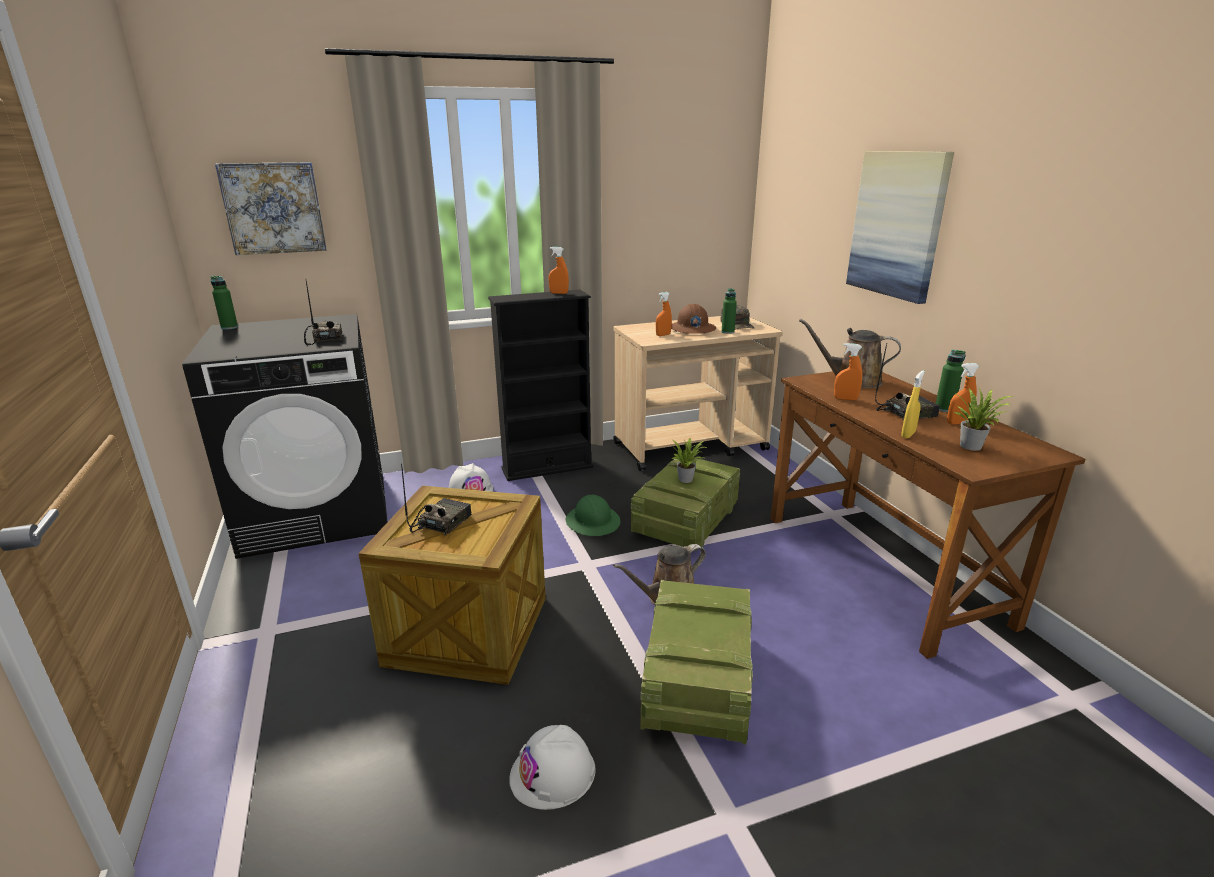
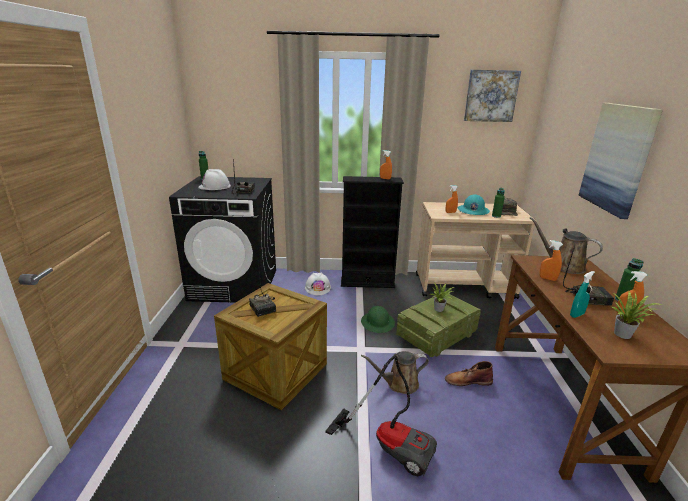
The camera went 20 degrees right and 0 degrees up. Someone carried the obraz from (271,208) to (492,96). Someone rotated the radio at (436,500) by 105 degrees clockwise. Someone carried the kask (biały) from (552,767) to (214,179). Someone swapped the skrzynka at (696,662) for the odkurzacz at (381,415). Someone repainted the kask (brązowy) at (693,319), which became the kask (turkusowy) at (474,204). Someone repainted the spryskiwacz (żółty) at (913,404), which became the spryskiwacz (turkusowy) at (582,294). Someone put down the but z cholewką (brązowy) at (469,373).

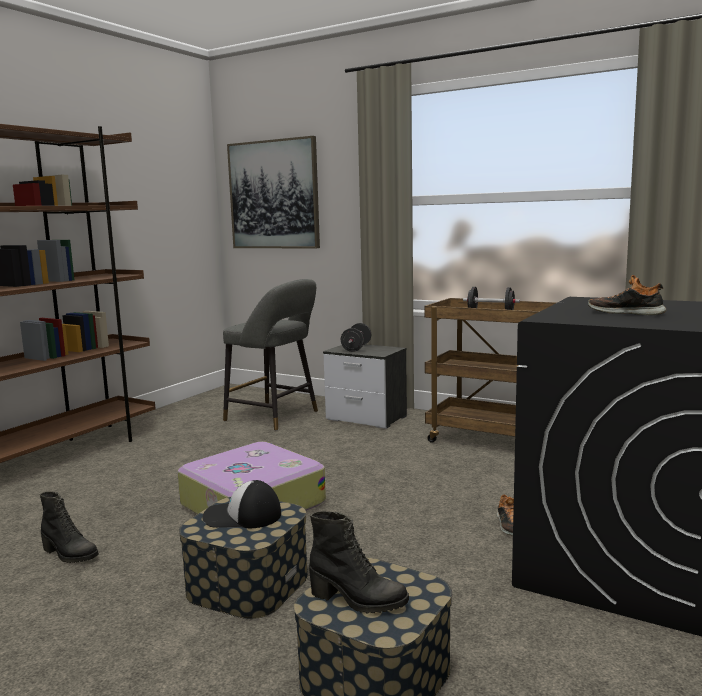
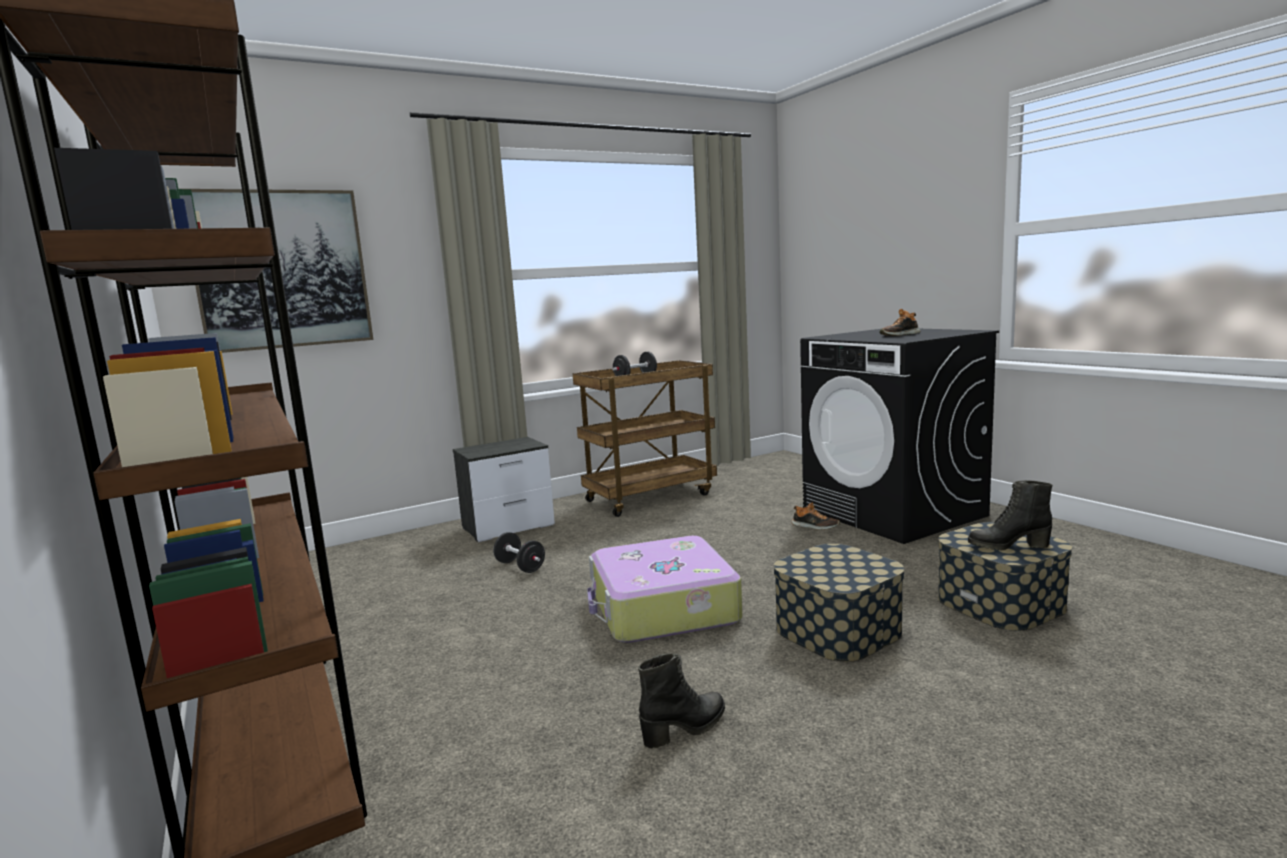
The camera went 60 degrees left and 0 degrees up. Someone took away the czapka z daszkiem at (241,504). Someone took away the stołek (szary) at (270,355). Someone rotated the but z cholewką (czarny) at (359,562) by 135 degrees counterclockwise. Someone carried the hantel (czarny) from (356,337) to (519,552).

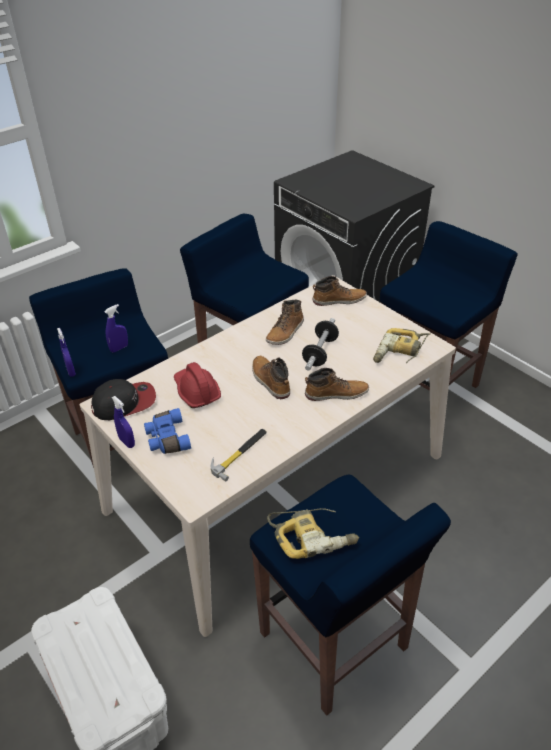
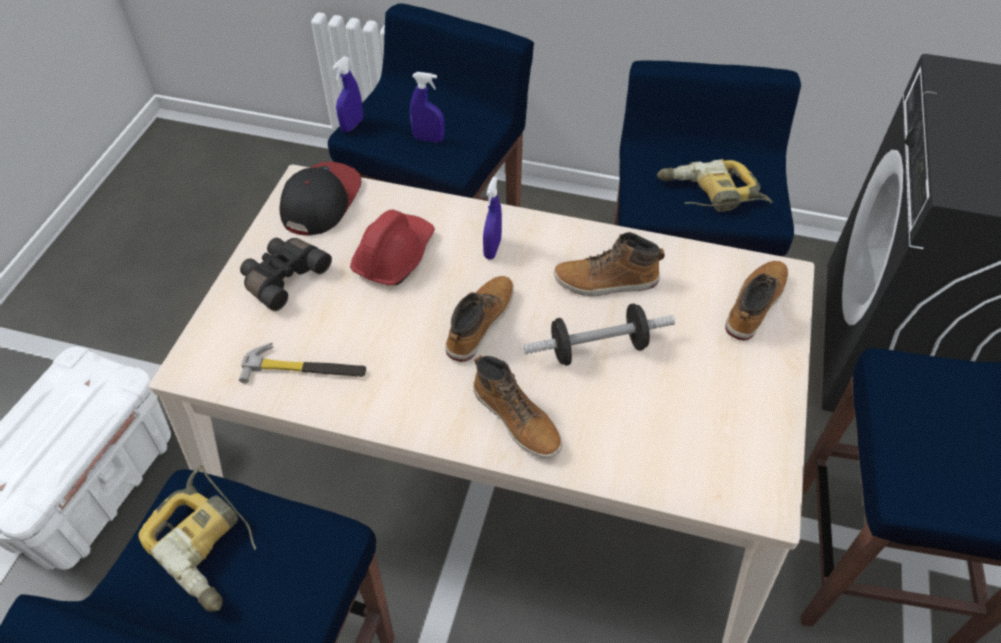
The camera went 55 degrees right and 10 degrees up. Someone rotated the czapka z daszkiem at (123,399) by 105 degrees counterclockwise. Someone carried the spryskiwacz (niebieski) from (123,422) to (492,218). Someone repainted the lornetka (niebieski) at (167,431), which became the lornetka (czarny) at (286,274). Someone rotated the but z cholewką at (340,291) by 105 degrees counterclockwise. Someone carried the wiertarka from (402,345) to (715,185).

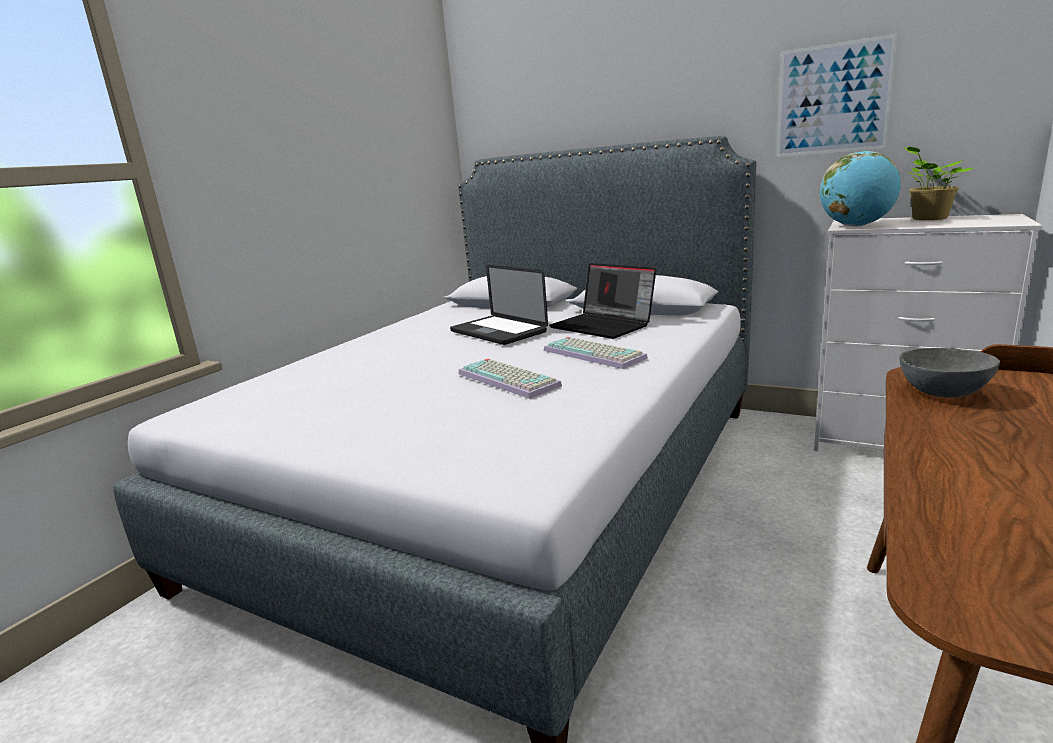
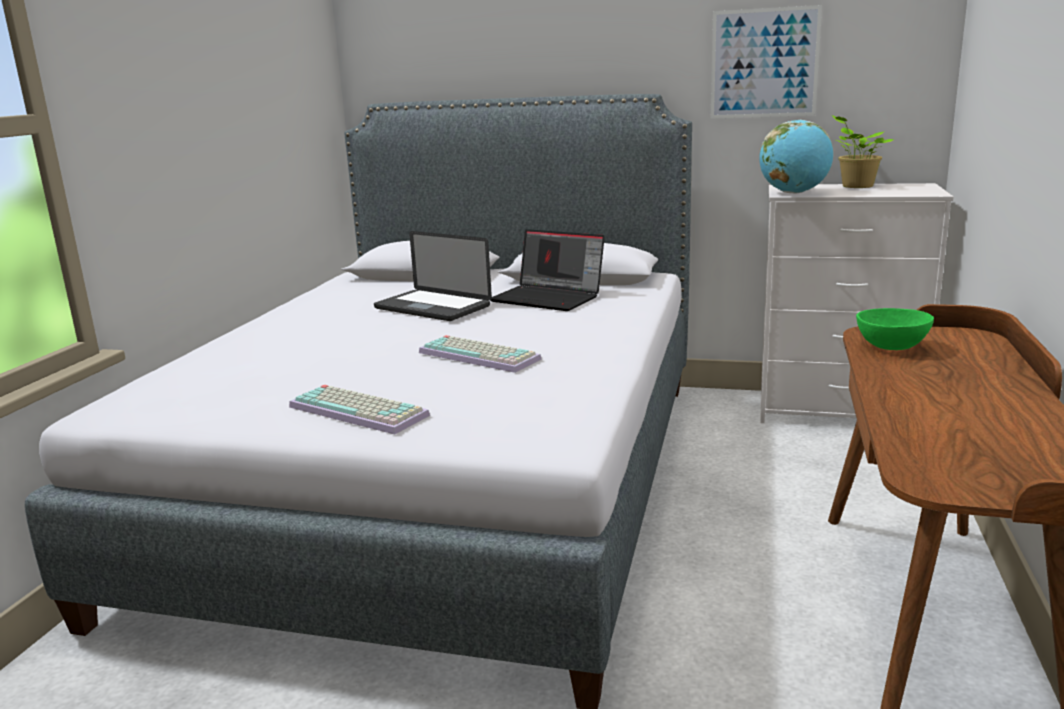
The camera went 15 degrees left and 0 degrees up. Someone carried the klawiatura from (596,353) to (359,409). Someone repainted the miska (szary) at (949,373), which became the miska (zielony) at (895,329).

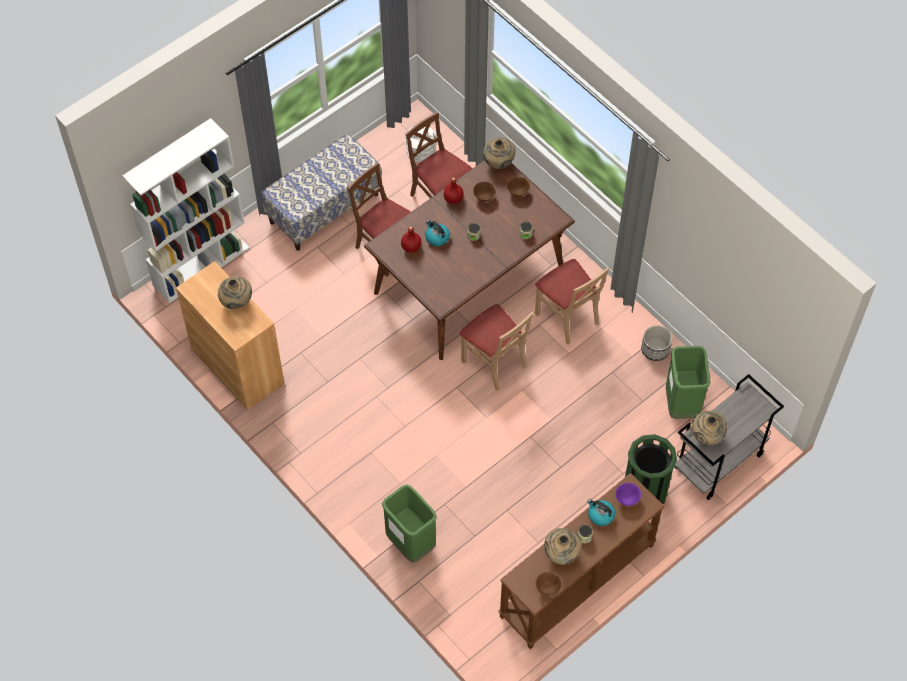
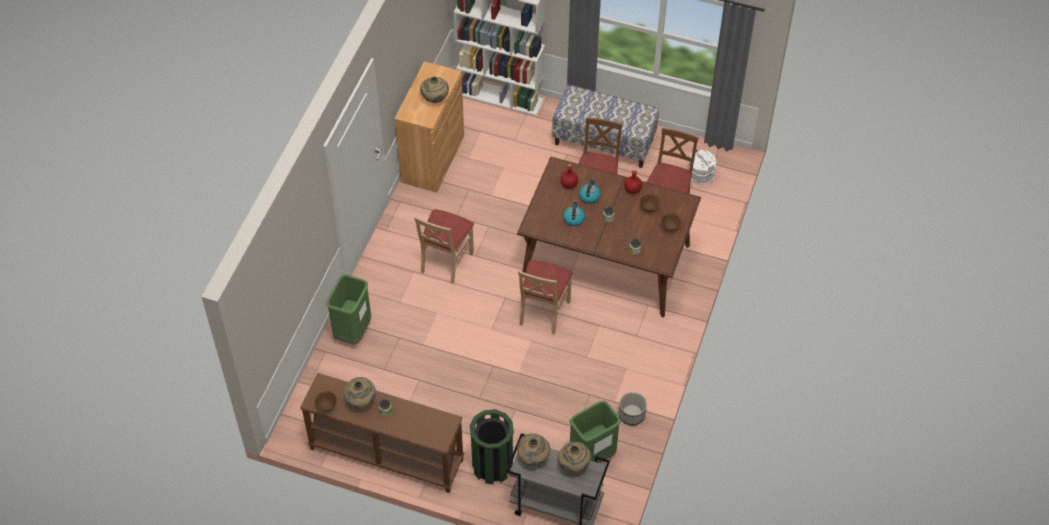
The camera went 60 degrees right and 5 degrees down. Someone carried the wazon (beżowy) from (499,153) to (574,457). Someone carried the krzesło (beżowy) from (572,301) to (444,246). Someone carried the czajnik from (601,512) to (574,213). Someone took away the miska (fioletowy) at (628,494).

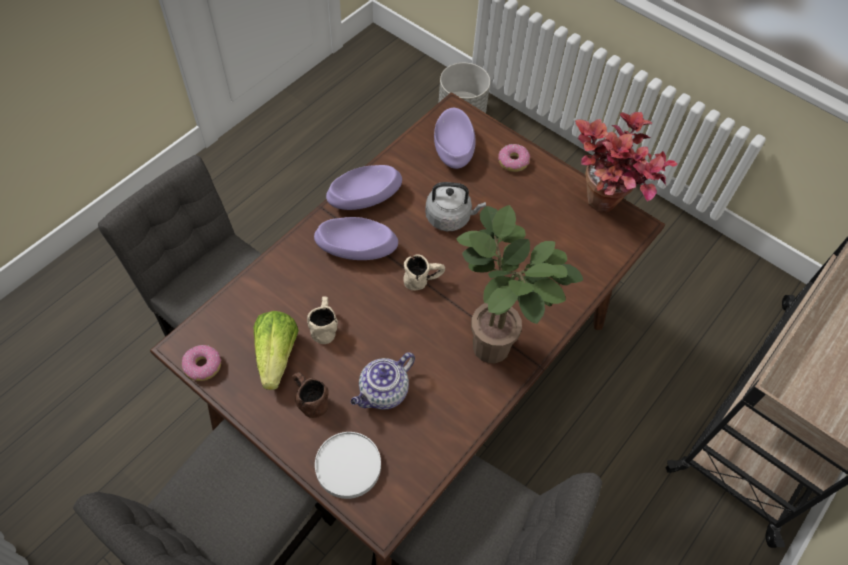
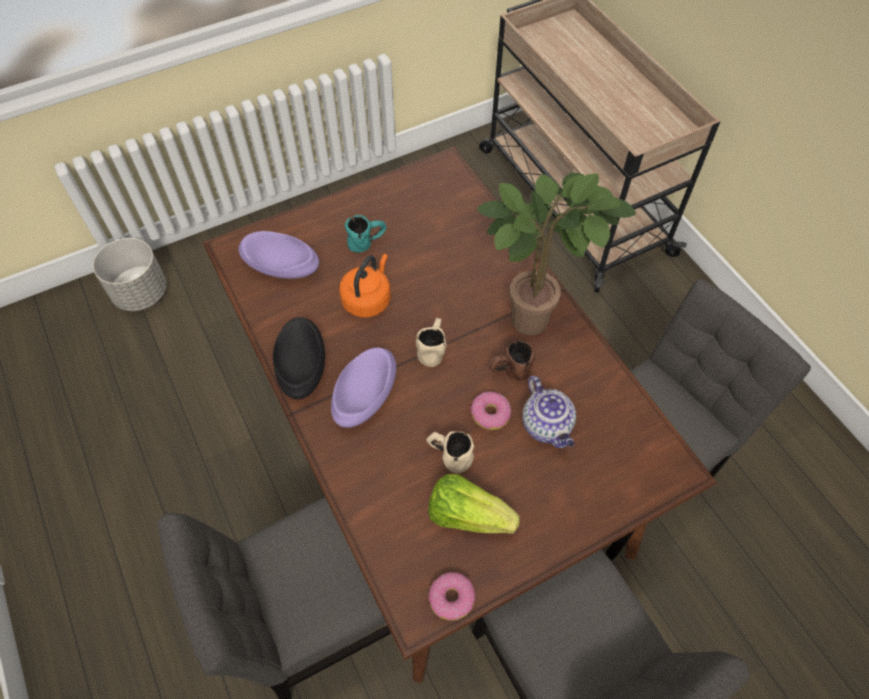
The camera went 65 degrees left and 0 degrees up. Someone carried the kubek (brązowy) from (310,395) to (512,361). Someone took away the talerz (biały) at (348,465). Someone repainted the miska (fioletowy) at (364,187), which became the miska (czarny) at (299,358). Someone repainted the czajnik (szary) at (455,206), which became the czajnik (pomarańczowy) at (365,286). Someone carried the donut from (514,158) to (491,411). Someone took away the roślina doniczkowa at (626,162). Someone put down the kubek (turkusowy) at (366,233).

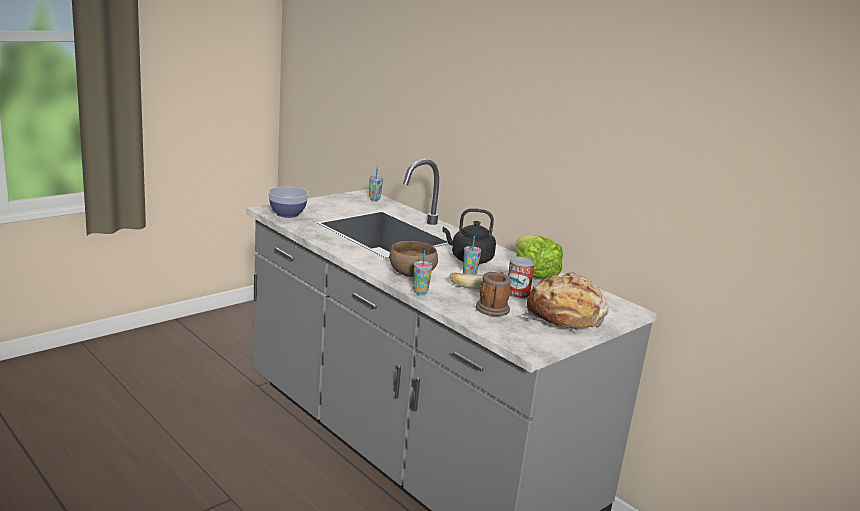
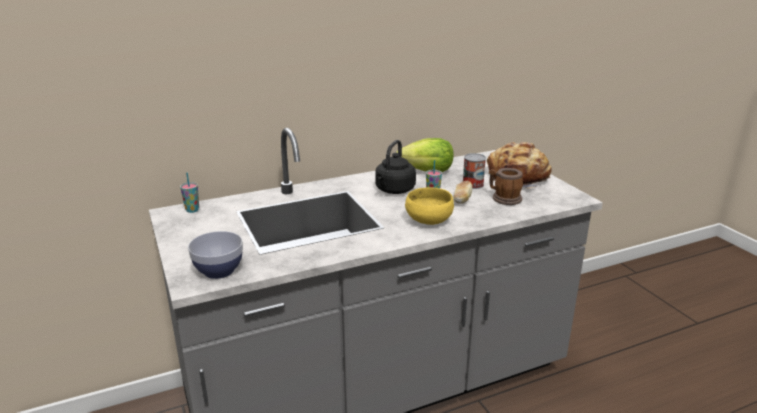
The camera went 70 degrees left and 5 degrees up. Someone repainted the miska (brązowy) at (413,259), which became the miska (żółty) at (429,206). Someone took away the filiżanka at (422,272).

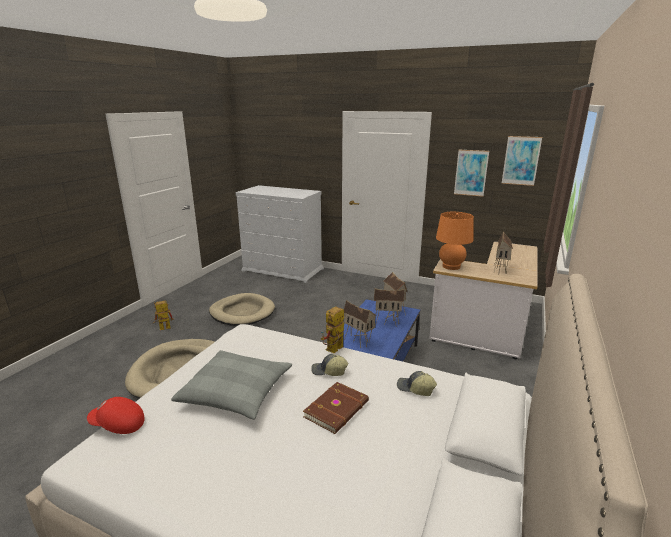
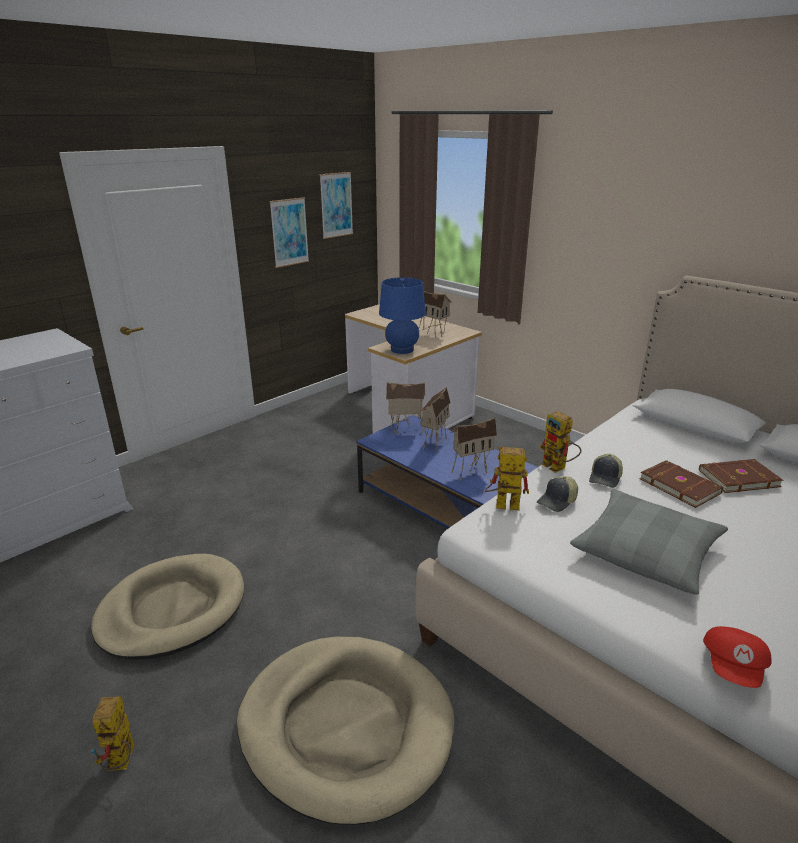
The camera went 70 degrees left and 5 degrees up. Someone carried the czapka z daszkiem from (417,383) to (557,494). Someone repainted the lampa stołowa (pomarańczowy) at (455,241), which became the lampa stołowa (niebieski) at (402,315). Someone put down the robot zabawkowy at (507,478). Someone put down the książka (brązowy) at (741,476).

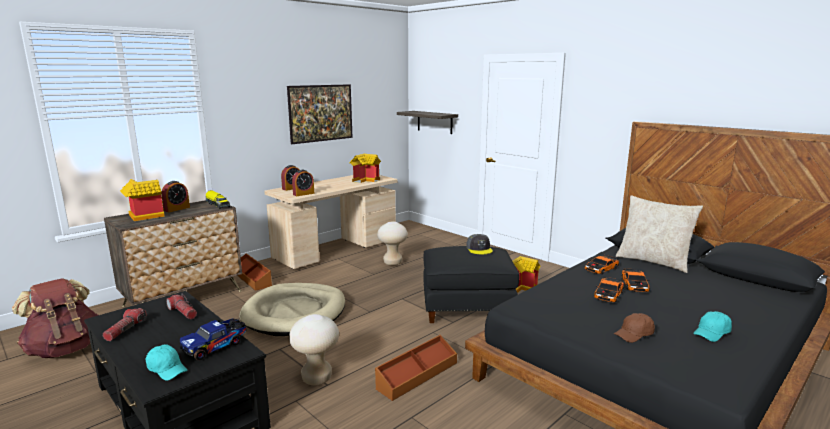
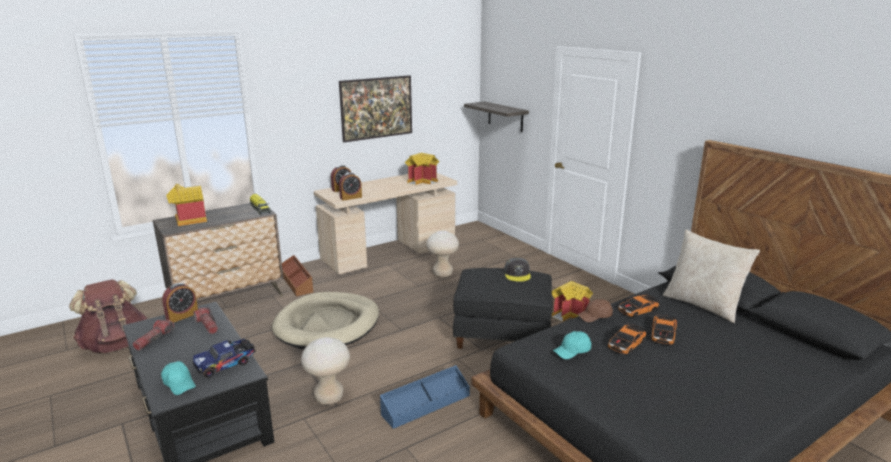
The camera went 10 degrees right and 5 degrees up. Someone carried the budzik from (175,196) to (180,303). Someone repainted the pojemnik do przechowywania (brązowy) at (416,368), which became the pojemnik do przechowywania (niebieski) at (425,397). Someone carried the czapka z daszkiem (brązowy) from (634,328) to (595,310). Someone carried the czapka z daszkiem (turkusowy) from (712,326) to (572,345).

